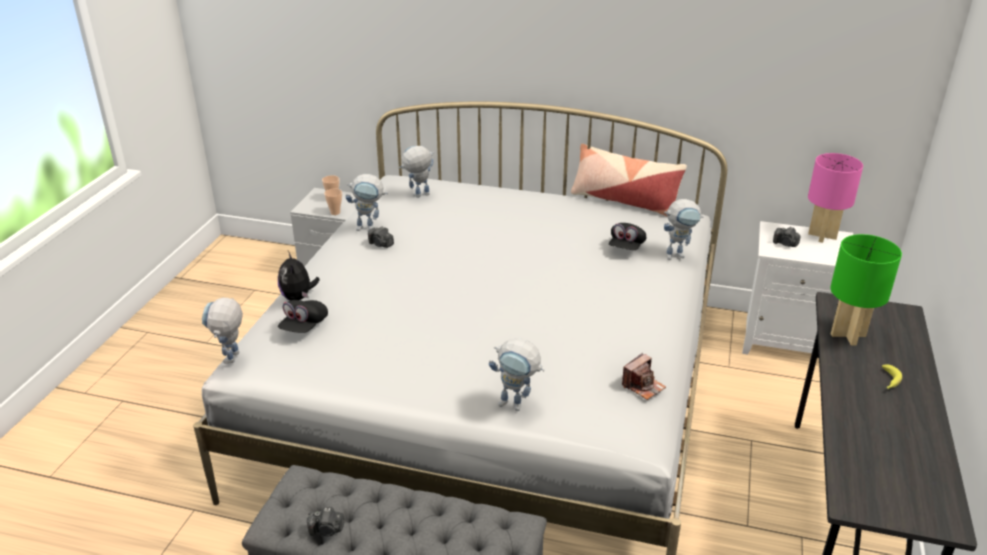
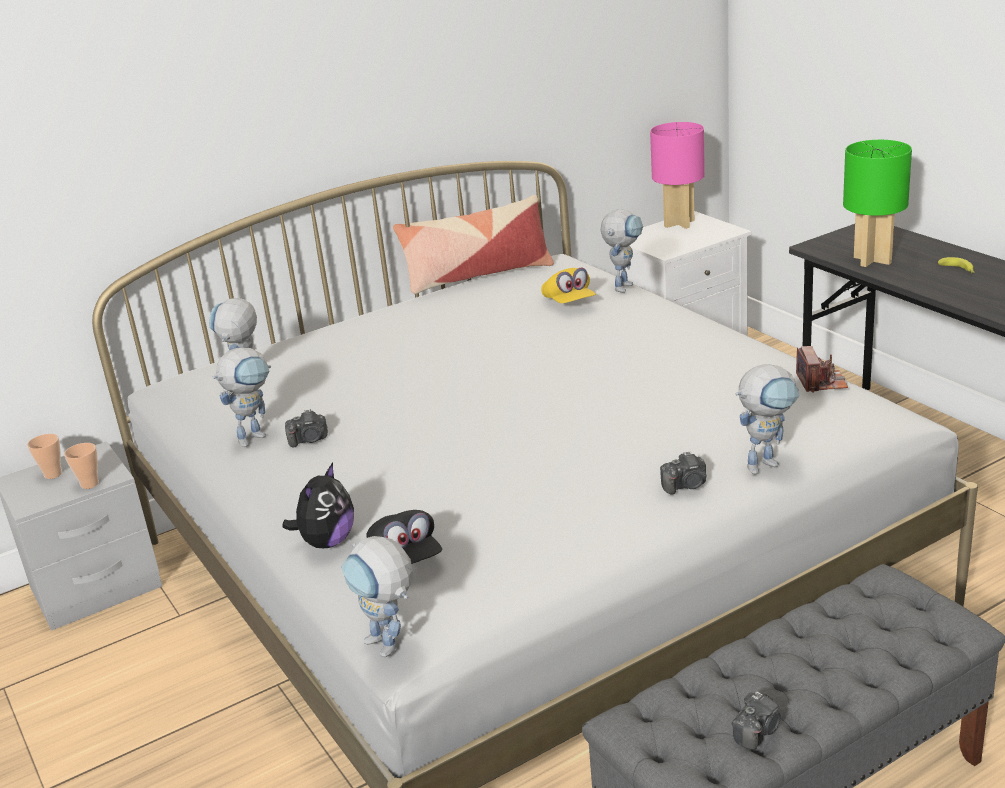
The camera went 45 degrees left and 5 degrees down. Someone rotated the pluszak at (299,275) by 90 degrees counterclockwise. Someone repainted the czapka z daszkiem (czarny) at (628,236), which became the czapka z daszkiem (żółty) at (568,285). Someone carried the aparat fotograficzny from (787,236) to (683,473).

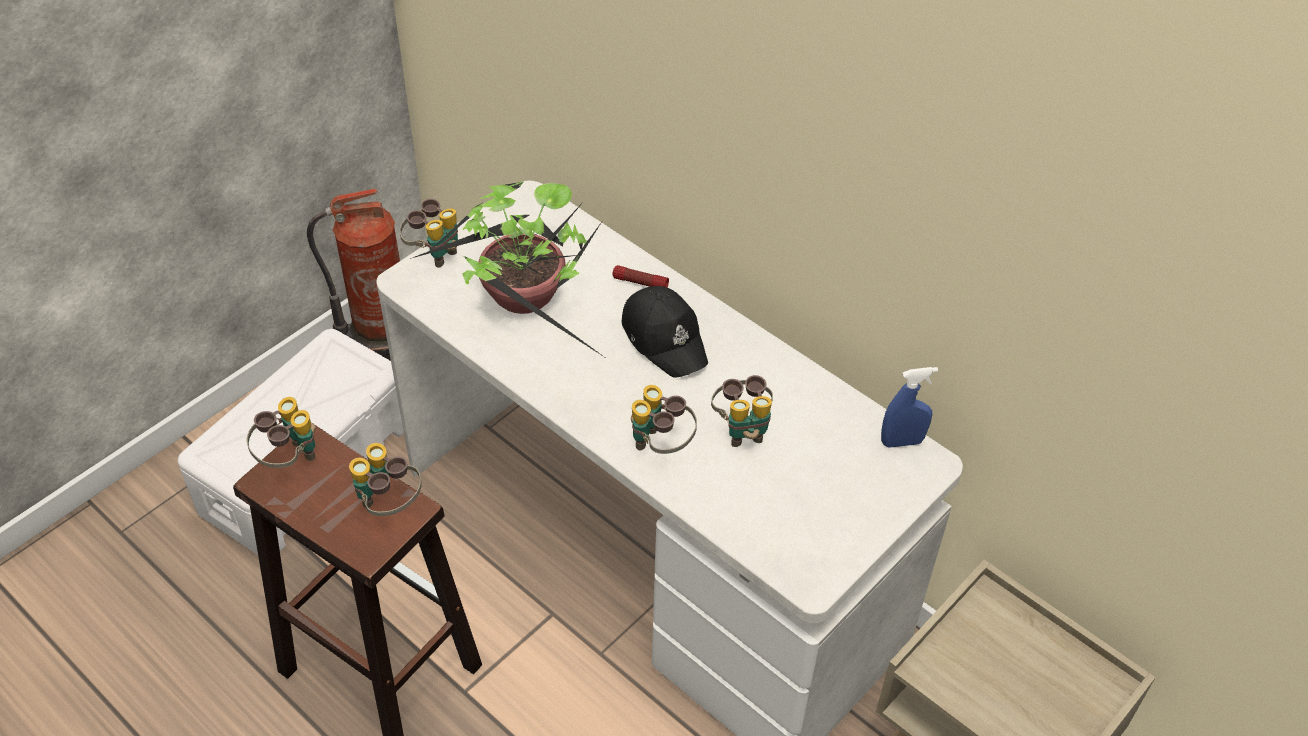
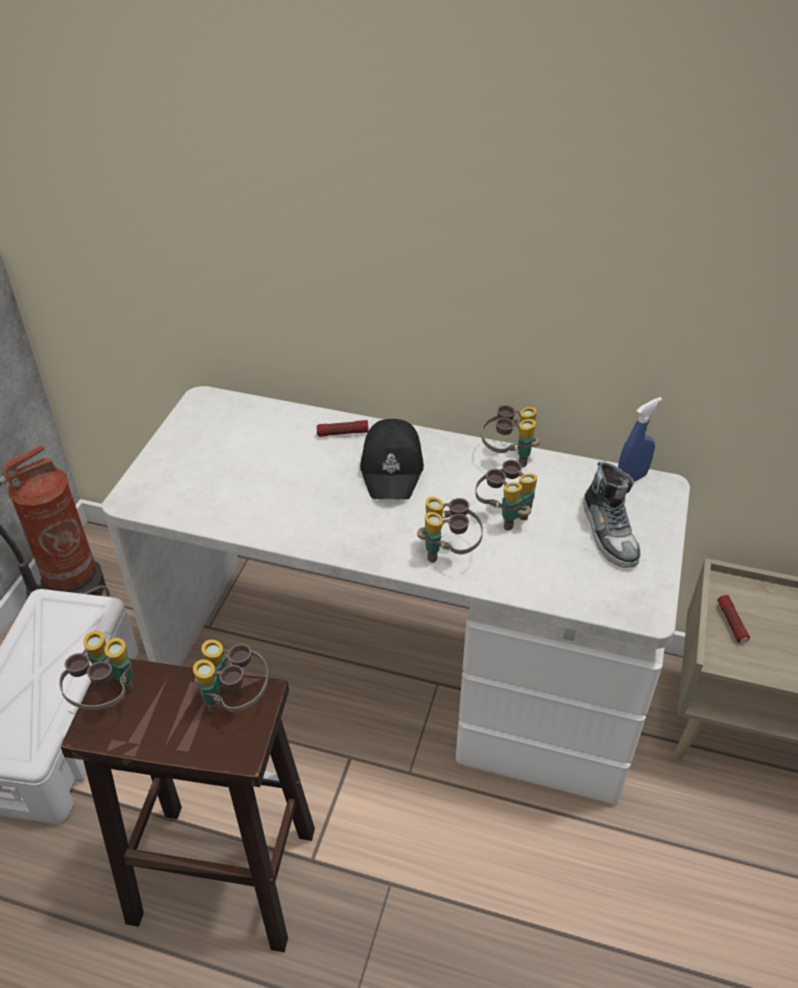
The camera went 25 degrees left and 5 degrees down. Someone carried the lornetka from (429,233) to (511,436). Someone took away the roślina doniczkowa at (508,270). Someone rotated the czapka z daszkiem (czarny) at (665,332) by 60 degrees clockwise. Someone put down the but at (612,514). Someone put down the latarka at (733,619).

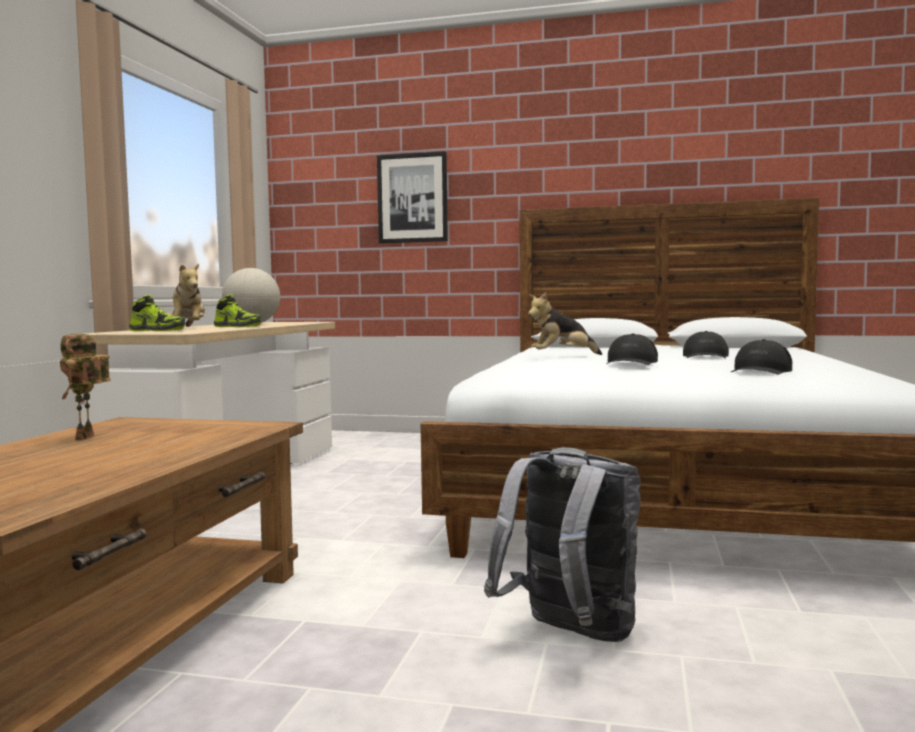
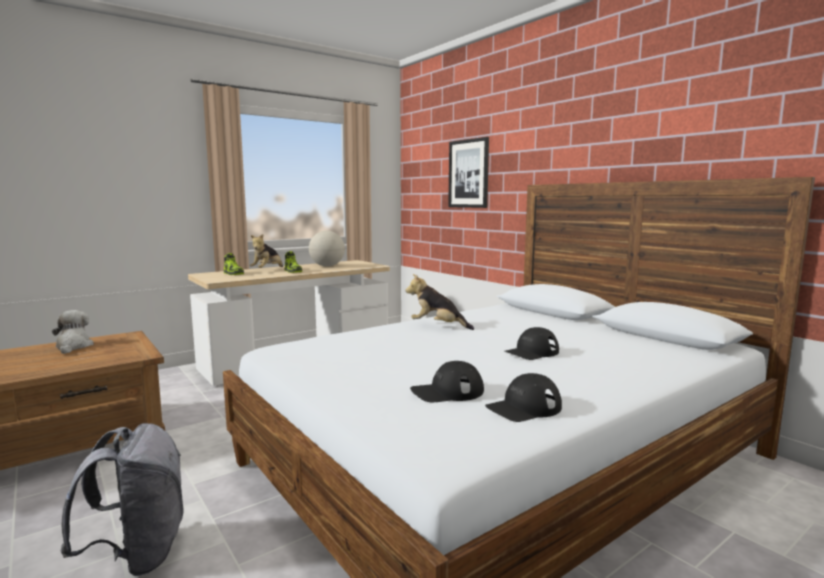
The camera went 40 degrees right and 5 degrees up. Someone swapped the robot zabawkowy at (85,387) for the pluszak at (73,332). Someone carried the czapka z daszkiem (czarny) from (632,349) to (523,397).

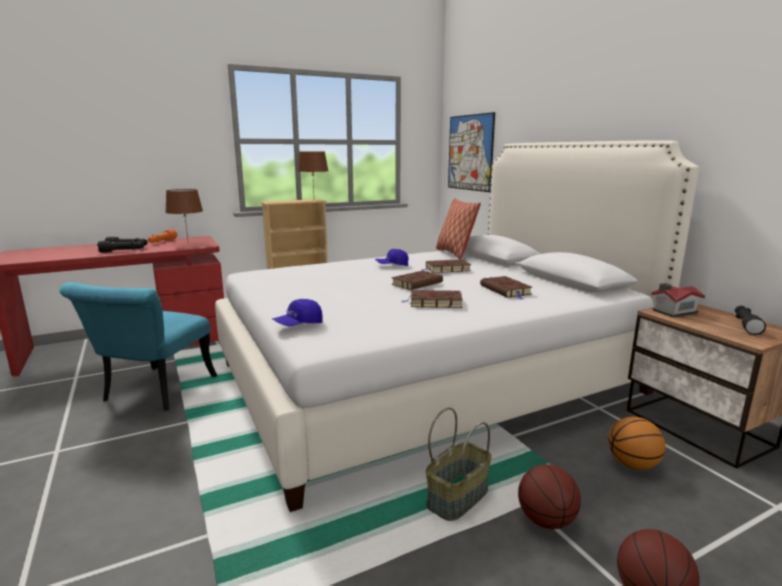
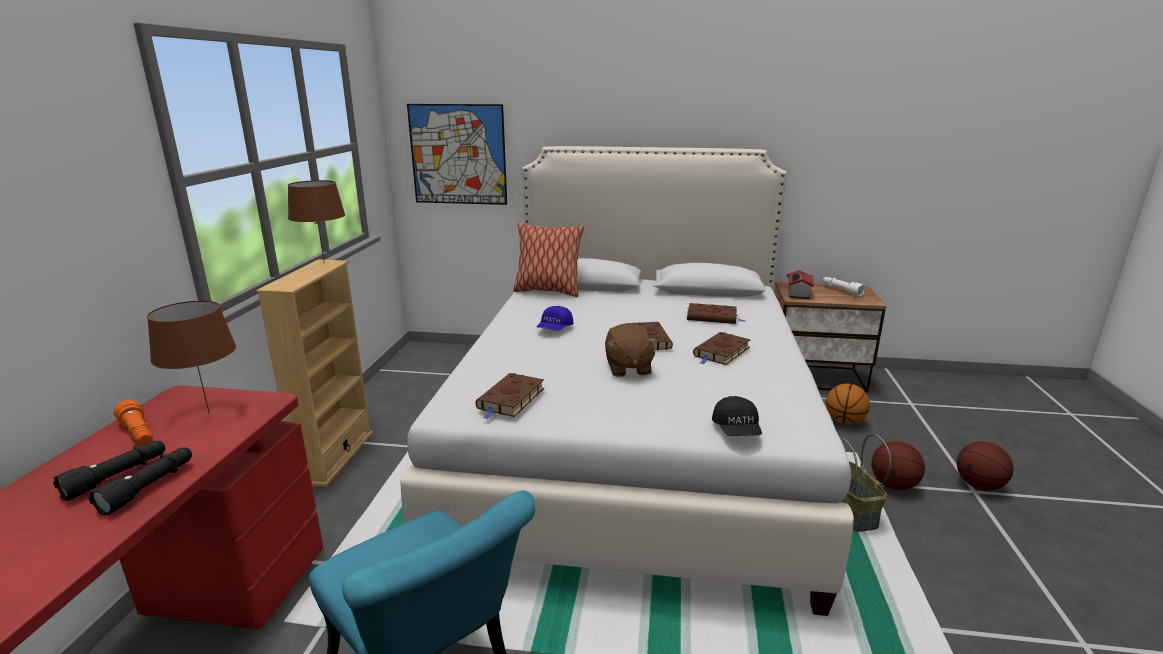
The camera went 55 degrees left and 5 degrees up. Someone repainted the czapka z daszkiem (niebieski) at (297,312), which became the czapka z daszkiem (czarny) at (737,416). Someone carried the książka (brązowy) from (446,266) to (509,396). Someone repainted the latarka (czarny) at (750,320), which became the latarka (biały) at (844,287). Someone put down the pluszak (brązowy) at (631,350).

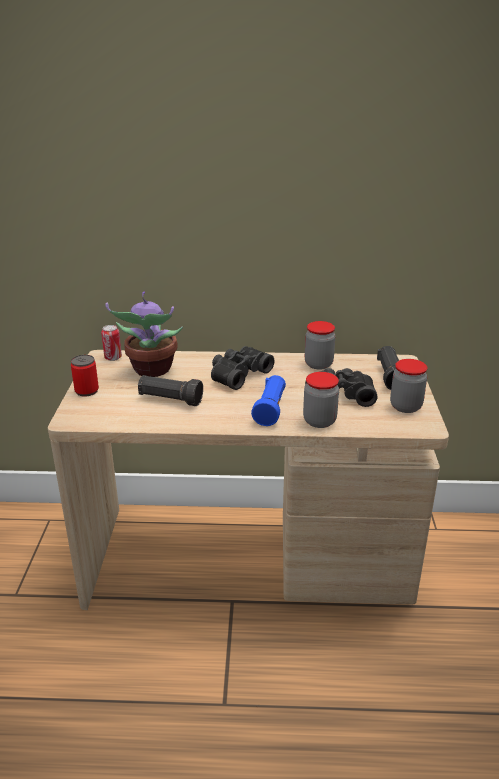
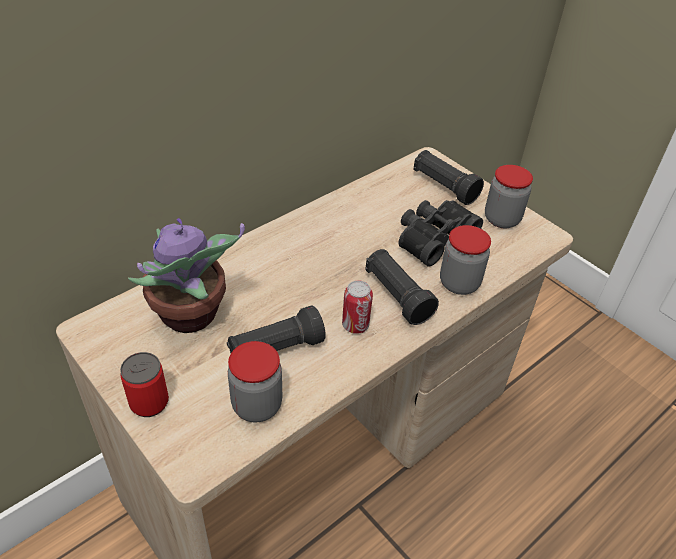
The camera went 45 degrees left and 15 degrees up. Someone carried the puszka from (111,343) to (357,307). Someone took away the lornetka (czarny) at (242,368). Someone repainted the latarka (niebieski) at (268,400), which became the latarka (czarny) at (402,287). Someone carried the słoik from (320,345) to (255,382).

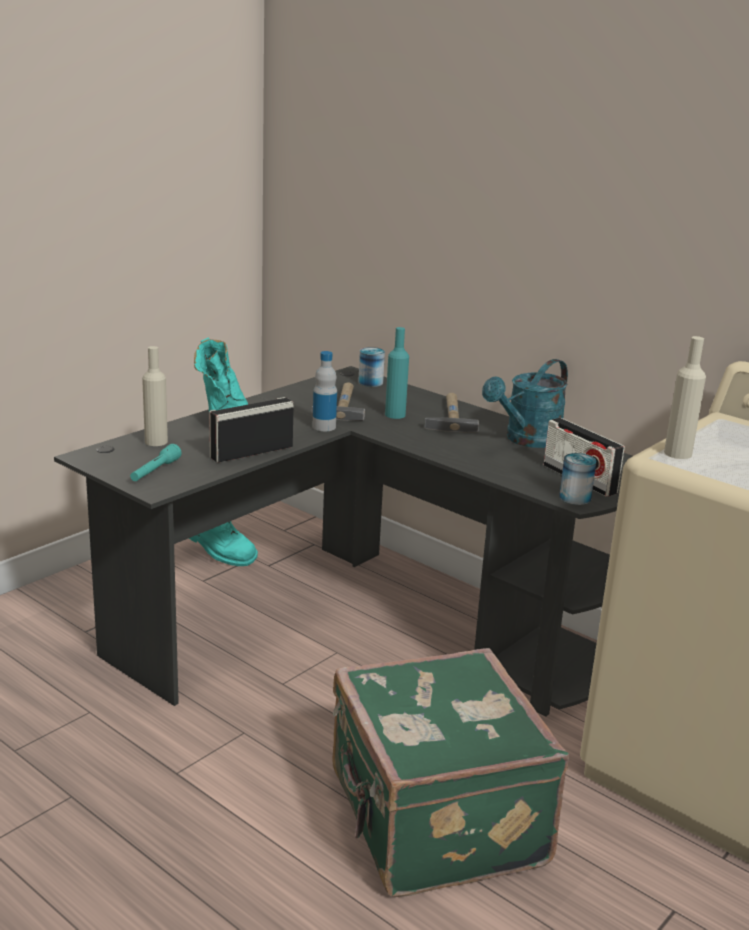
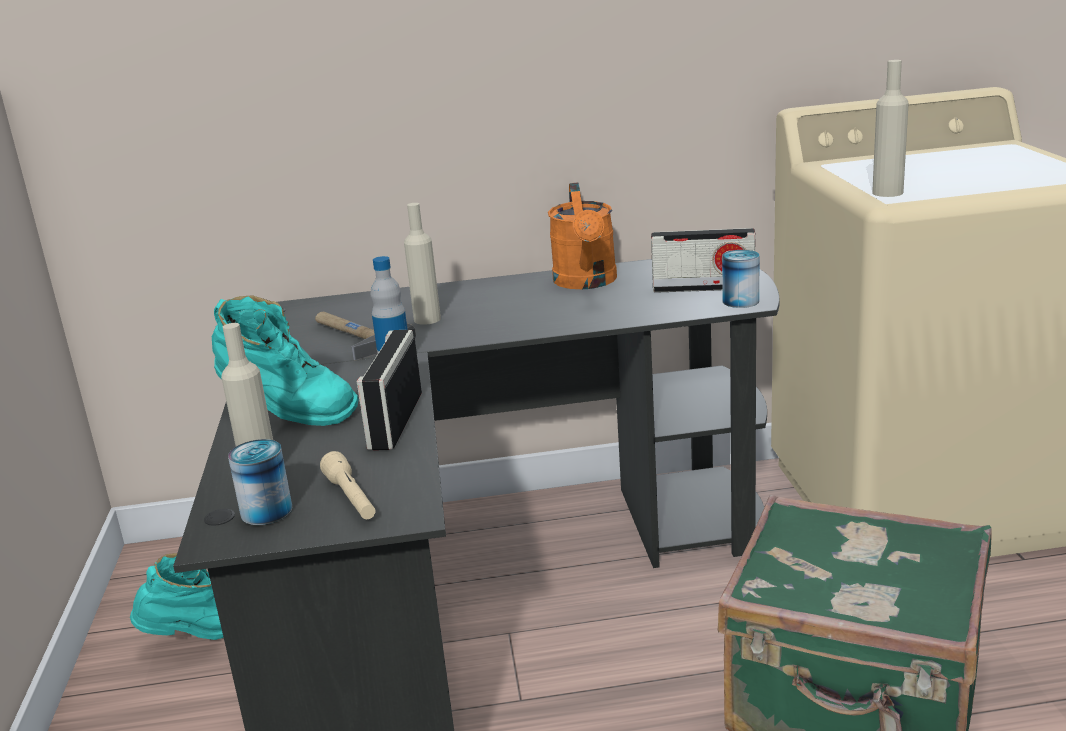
The camera went 45 degrees left and 0 degrees up. Someone repainted the latarka (turkusowy) at (155,462), which became the latarka (beżowy) at (348,485). Someone carried the puszka from (371,367) to (260,482). Someone repainted the butelka (turkusowy) at (397,373), which became the butelka (beżowy) at (422,264). Someone took away the młotek at (452,412). Someone repainted the konewka (turkusowy) at (525,403), which became the konewka (pomarańczowy) at (582,235).

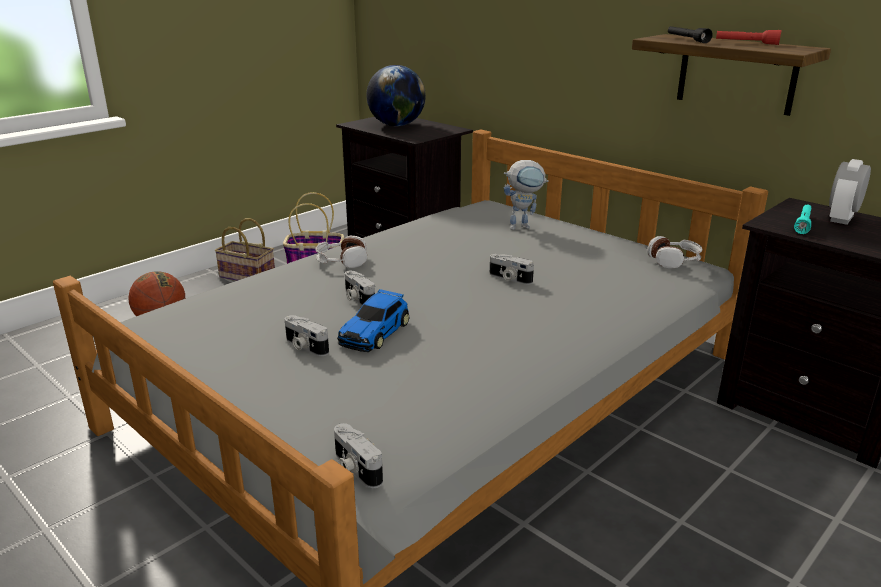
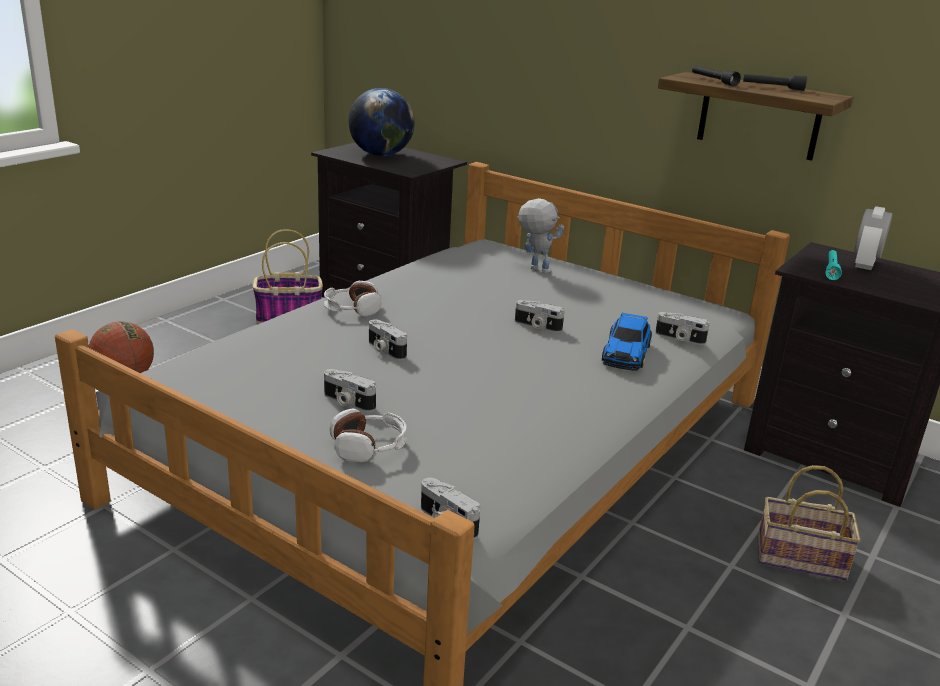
The camera went 10 degrees left and 0 degrees up. Someone carried the koszyk from (245,249) to (809,523). Someone carried the samochodzik from (373,320) to (627,342). Someone rotated the robot zabawkowy at (526,195) by 120 degrees counterclockwise. Someone carried the słuchawki from (675,252) to (368,435). Someone repainted the latarka (czerwony) at (749,37), which became the latarka (czarny) at (775,82). Someone put down the aparat fotograficzny at (682,328).

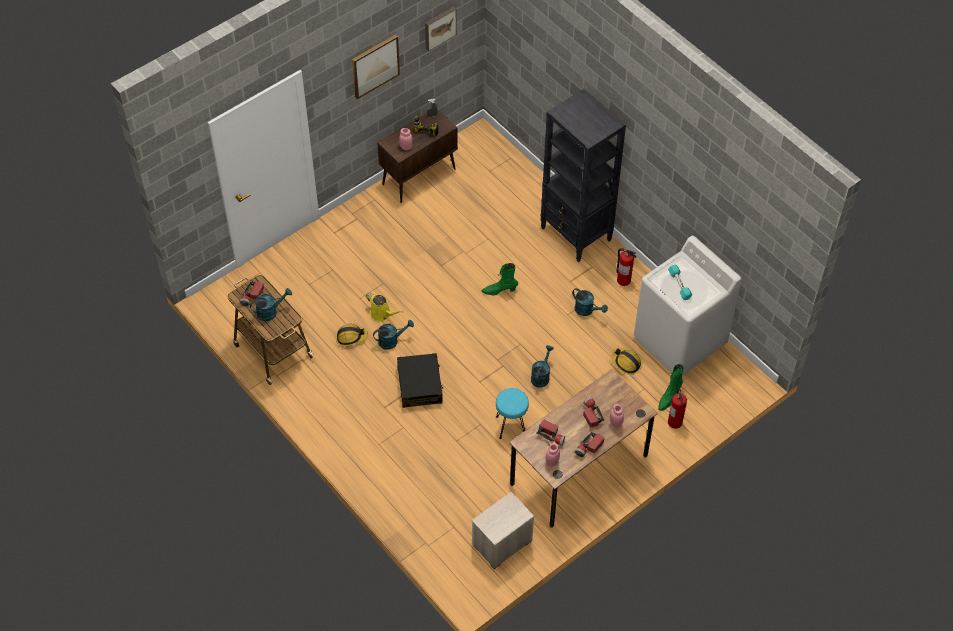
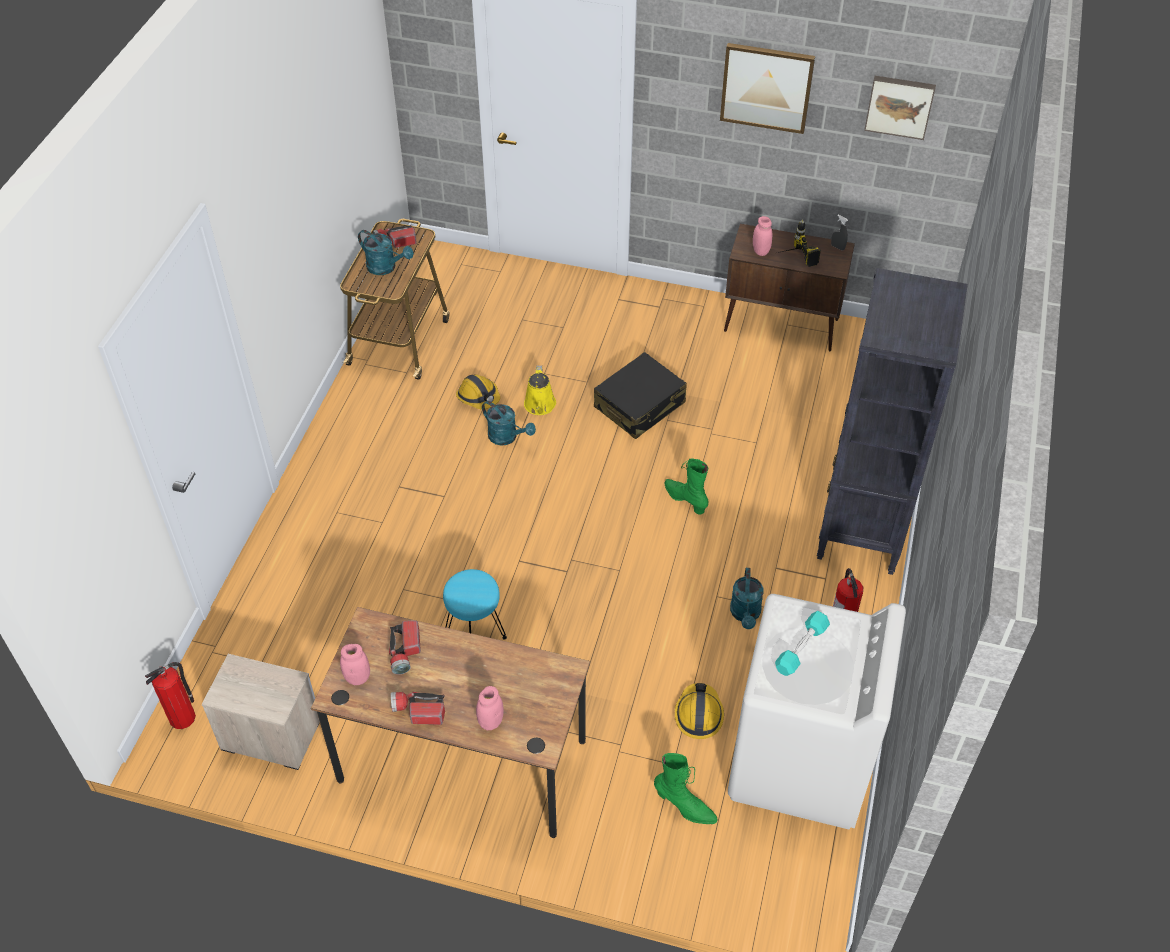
The camera went 55 degrees right and 5 degrees down. Someone carried the walizka (czarny) from (420,380) to (640,395). Someone took away the konewka (turkusowy) at (542,366). Someone took away the latarka at (594,412). Someone rotated the but z cholewką (zielony) at (671,387) by 150 degrees counterclockwise. Someone carried the gaśnica from (677,408) to (170,695).

